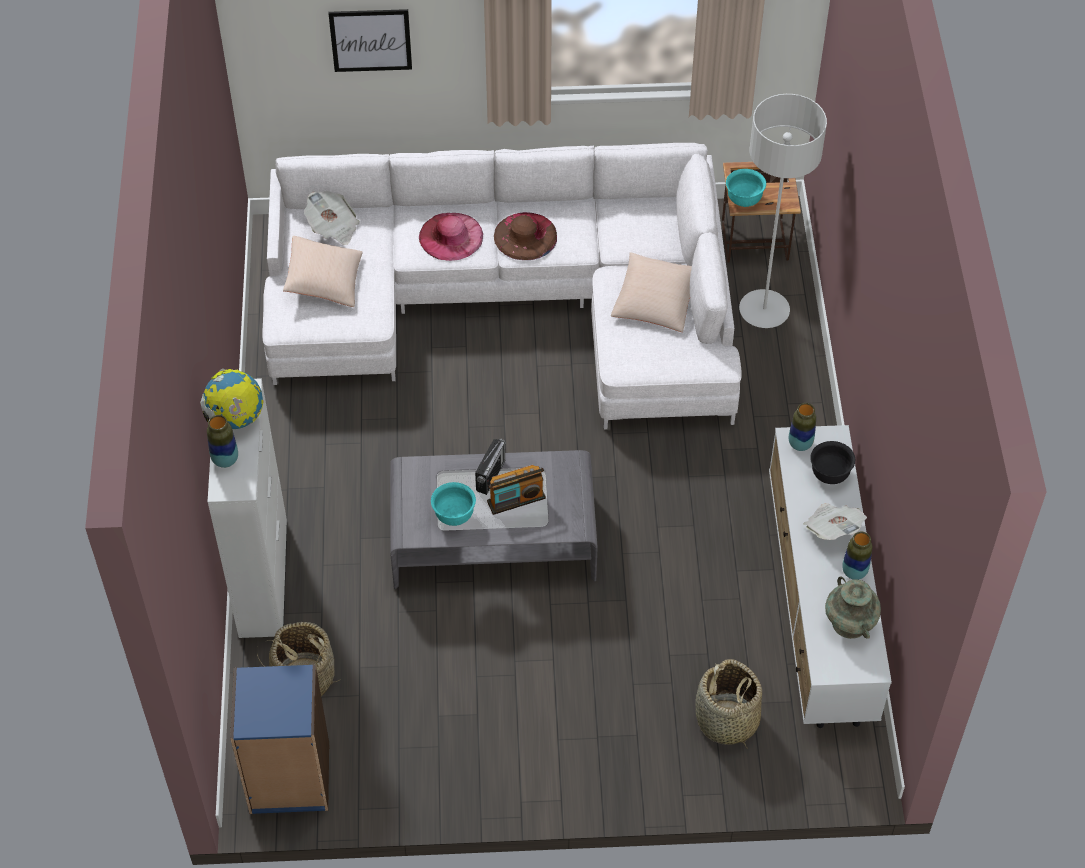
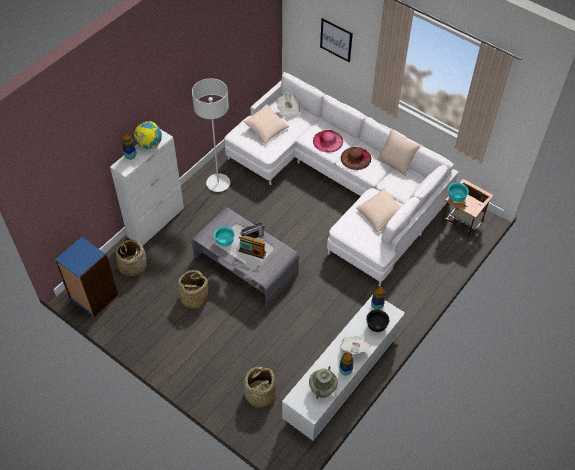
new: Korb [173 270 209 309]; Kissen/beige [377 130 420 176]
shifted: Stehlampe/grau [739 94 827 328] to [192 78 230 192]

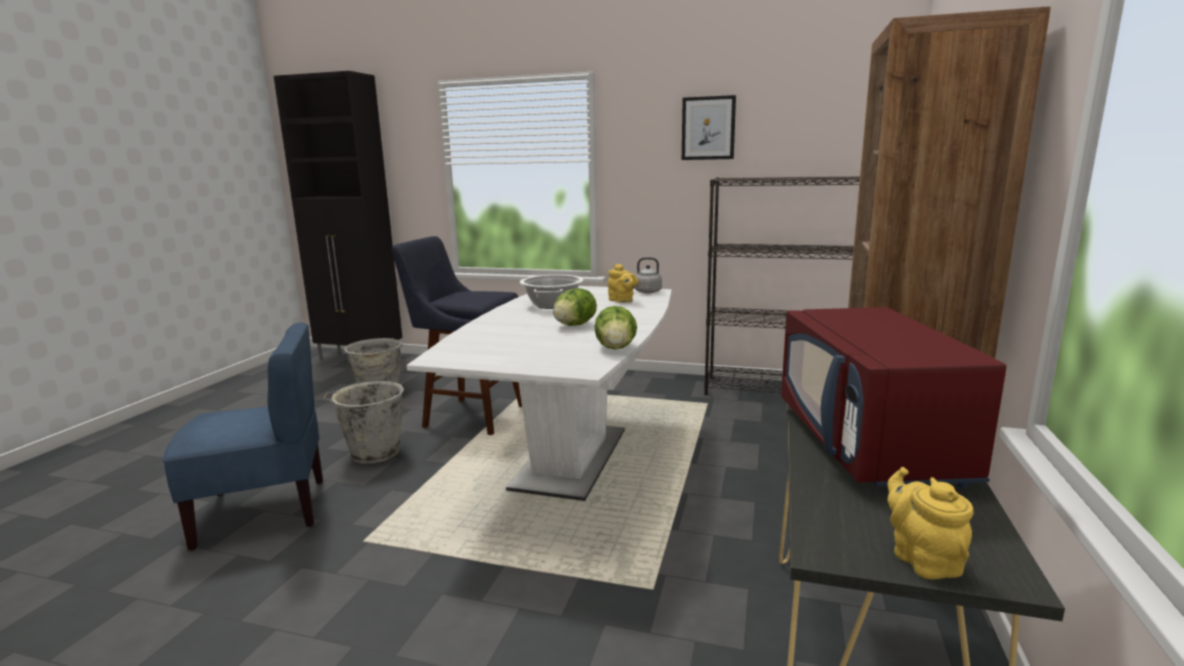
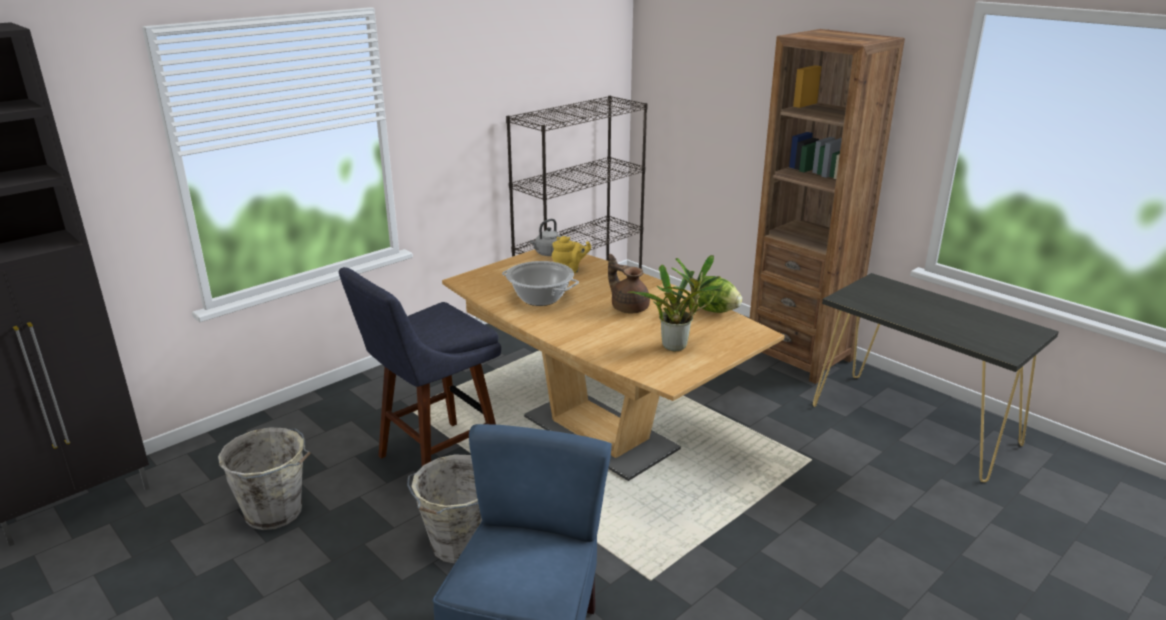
gone: Bild [682 95 736 160]; Mikrowelle/rot [781 307 1006 490]; Teekanne/gelb [888 467 974 580]
new: Topfpflanze [627 255 722 351]
swapped: Salatkopf [553 288 597 326] to Teekanne/braun [608 254 650 313]
repainted: Esstisch/weiß [407 286 672 501] to Esstisch/braun [442 249 785 481]

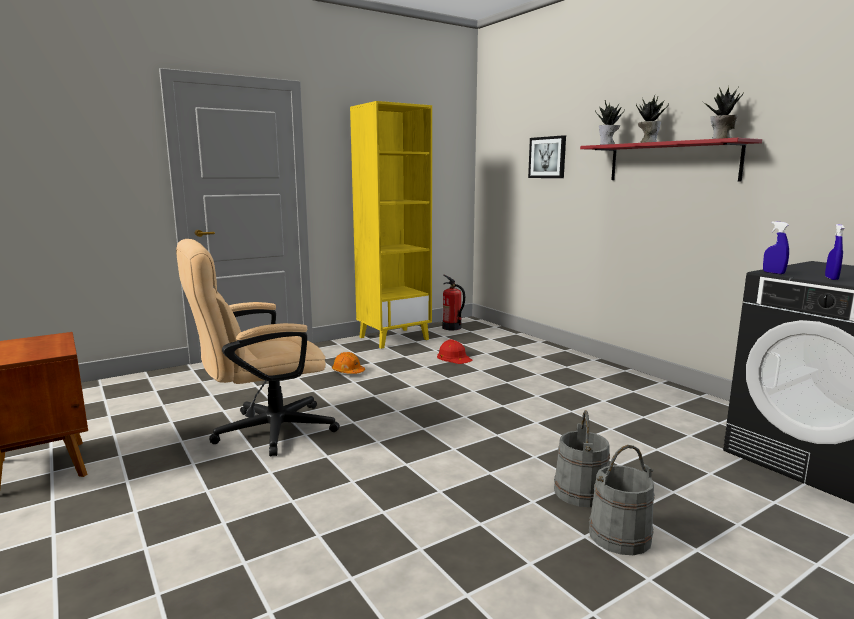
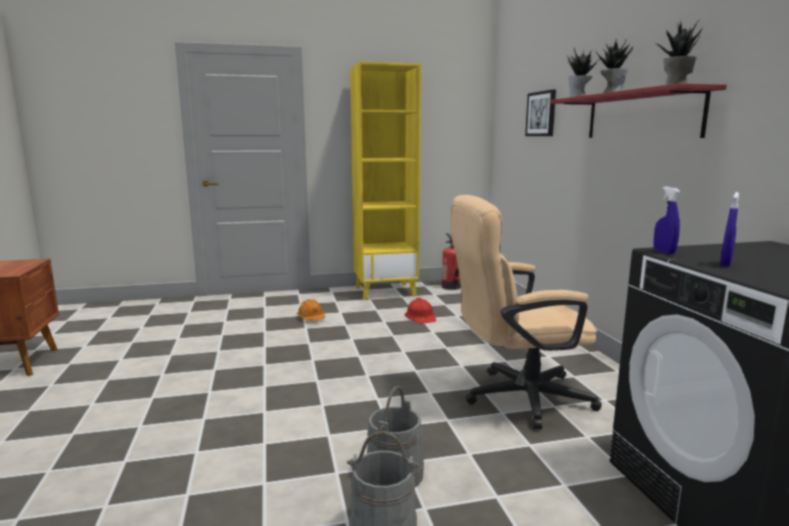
shifted: Bürostuhl/beige [176 239 340 457] to [451 195 602 429]

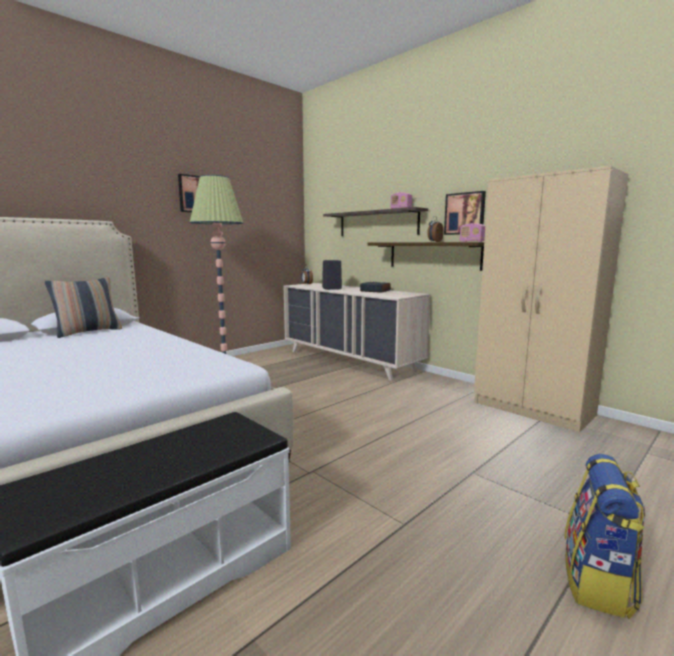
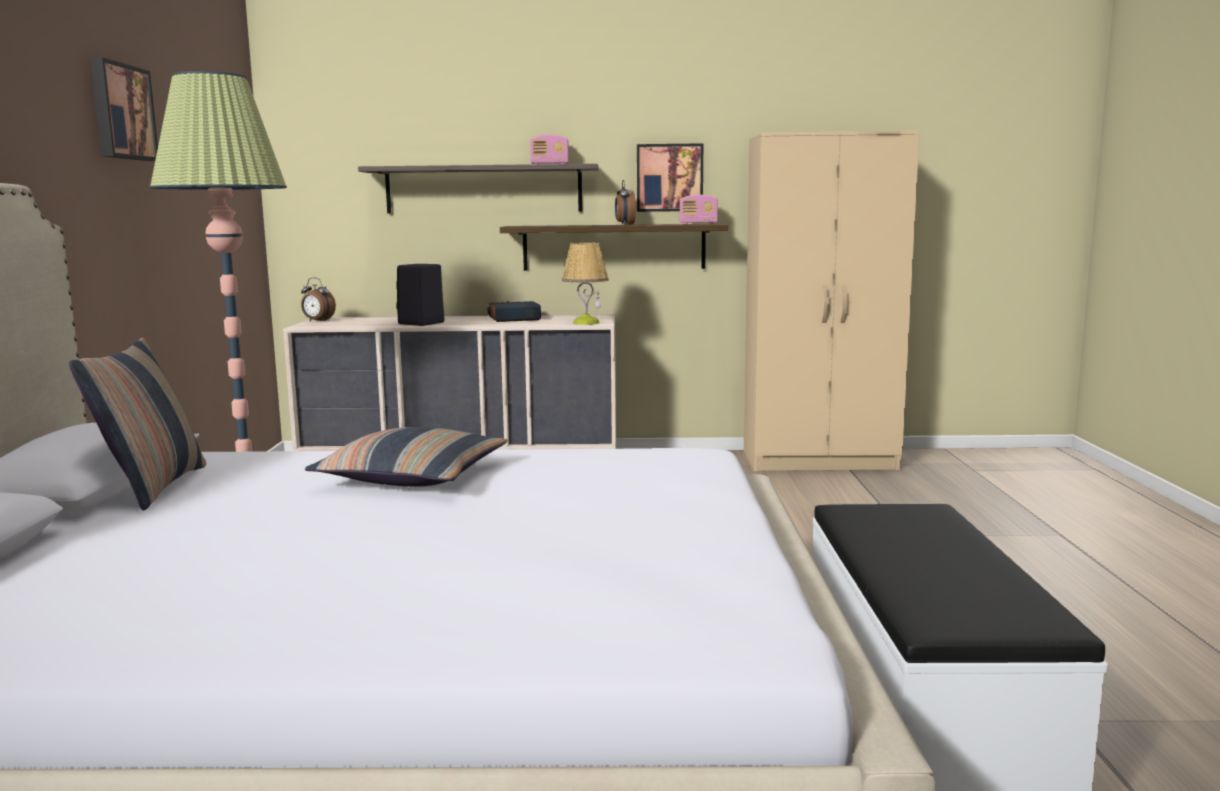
gone: Rucksack [564 454 645 619]
new: Kissen [305 427 508 487]; Tischlampe [562 243 609 325]

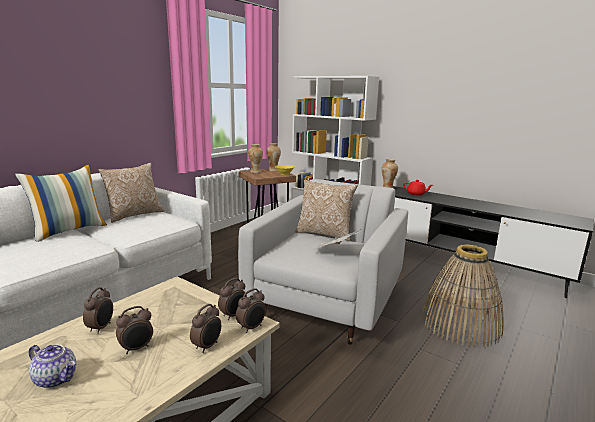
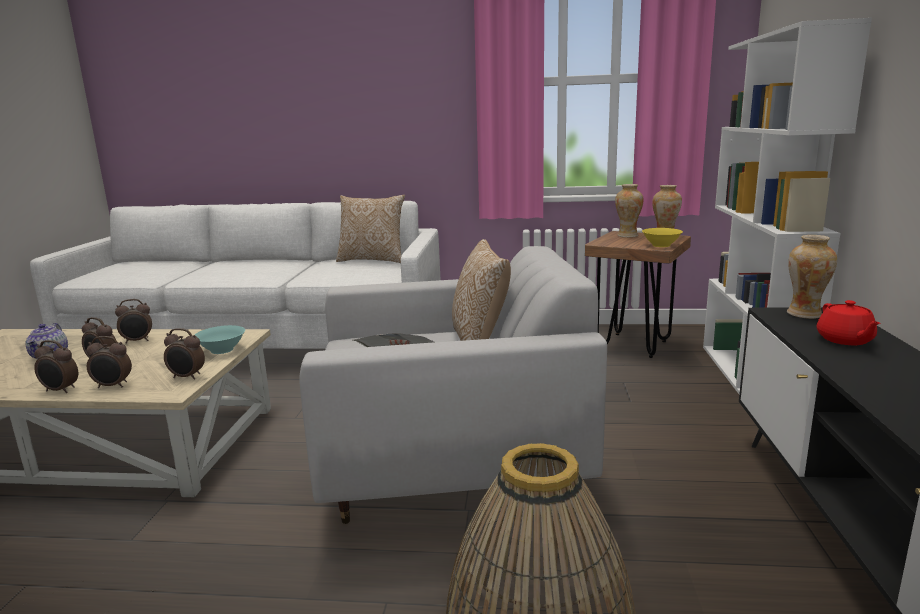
gone: Kissen [15 164 107 242]
new: Schüssel/türkis [195 325 245 354]
shifted: Wecker [236 288 266 333] to [34 340 78 393]

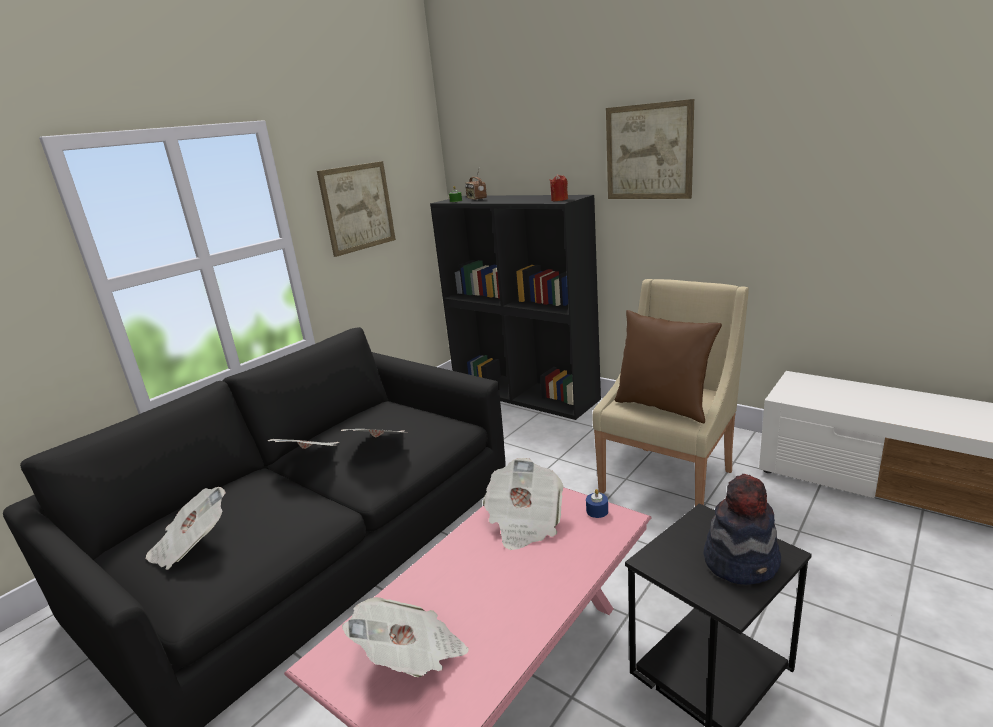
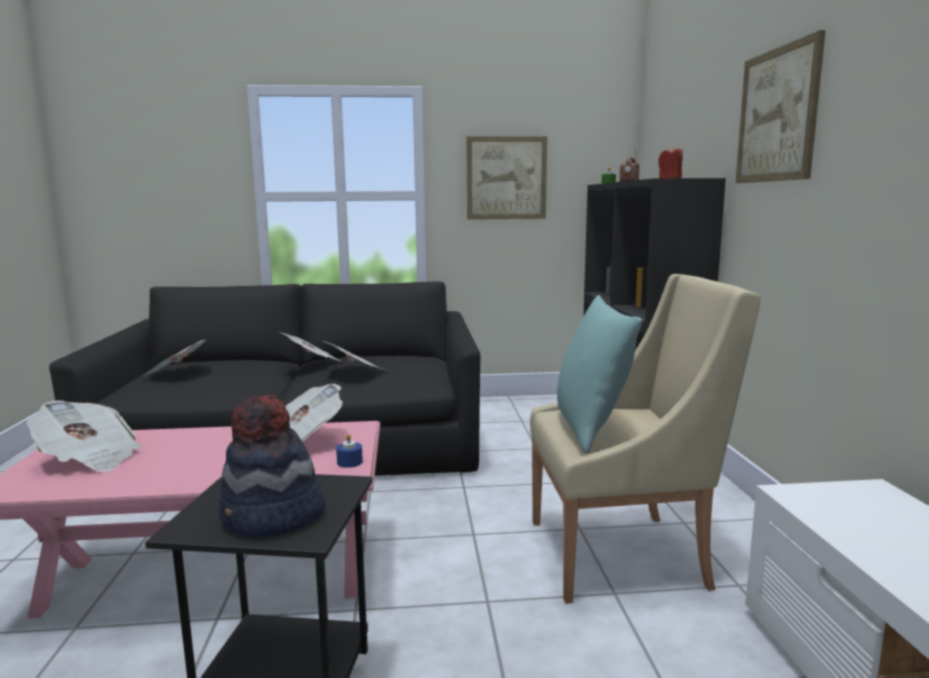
repainted: Kissen/braun [614 310 722 423] to Kissen/türkis [557 295 642 454]

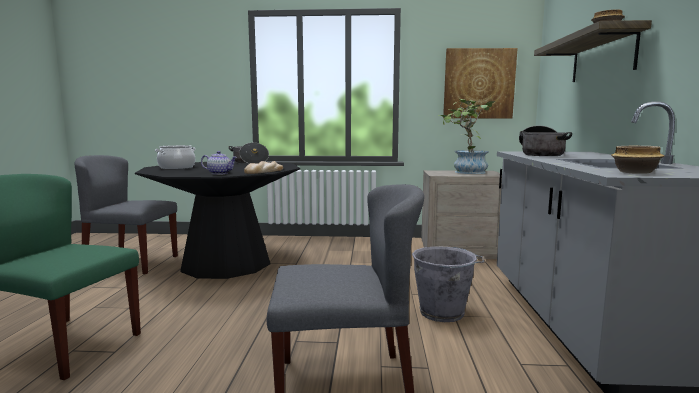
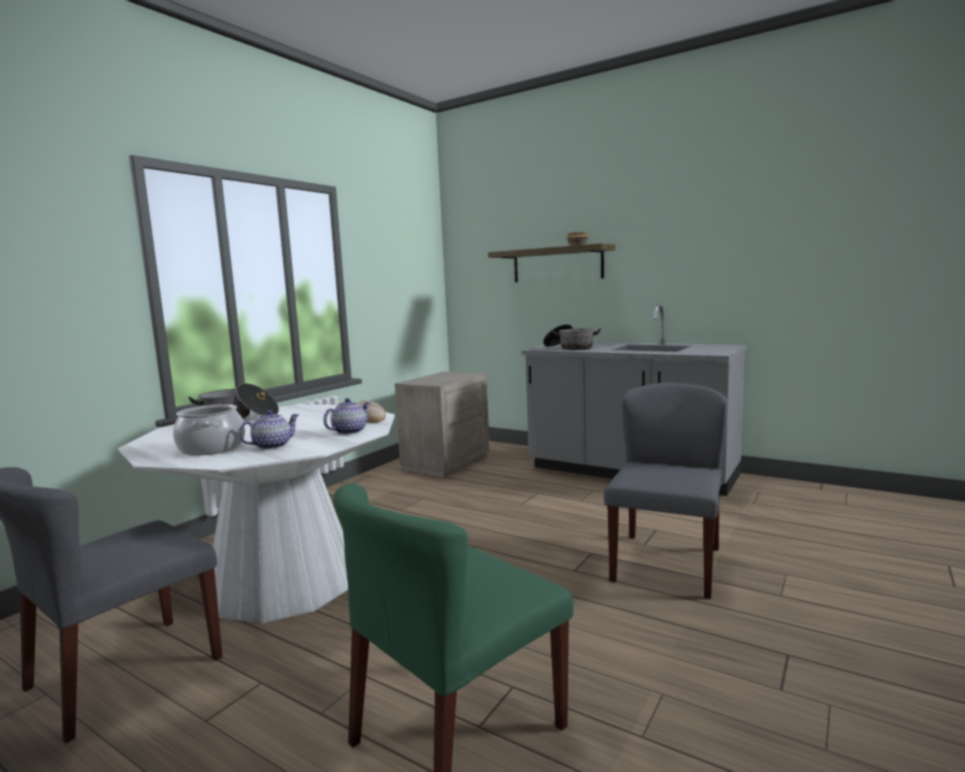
gone: Eimer/grau [412 246 485 322]; Topfpflanze [440 99 495 174]; Bild [443 48 518 119]; Schüssel [611 146 664 174]
new: Teekanne [239 410 299 450]
repainted: Esstisch/schwarz [135 161 300 279] to Esstisch/weiß [118 404 395 623]

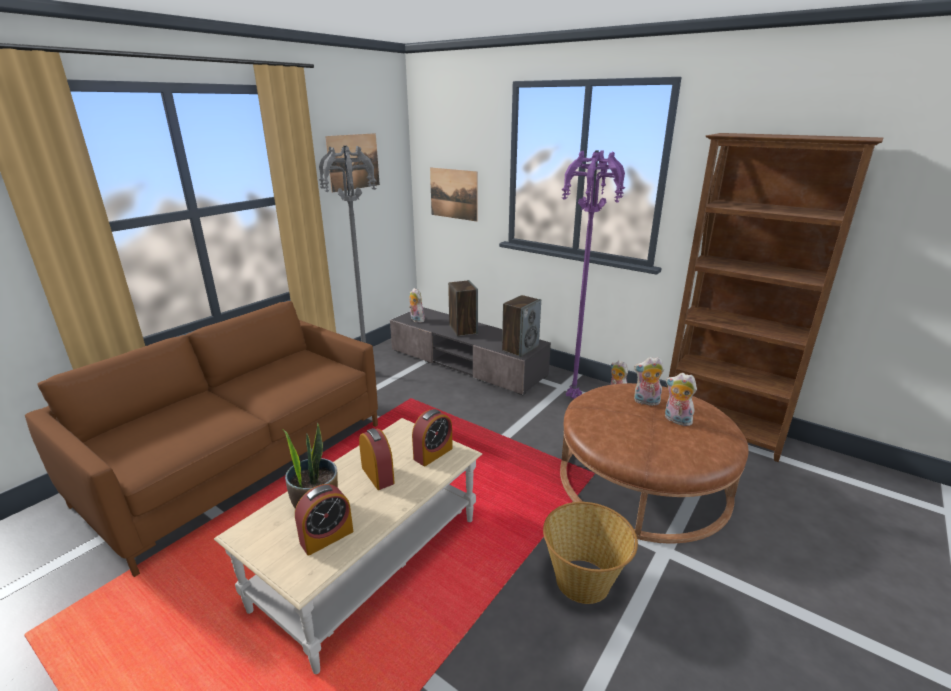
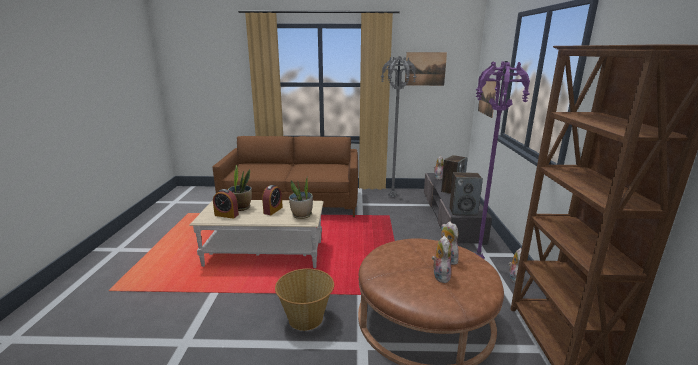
swapped: Wecker [412 409 453 466] to Topfpflanze [289 177 313 219]

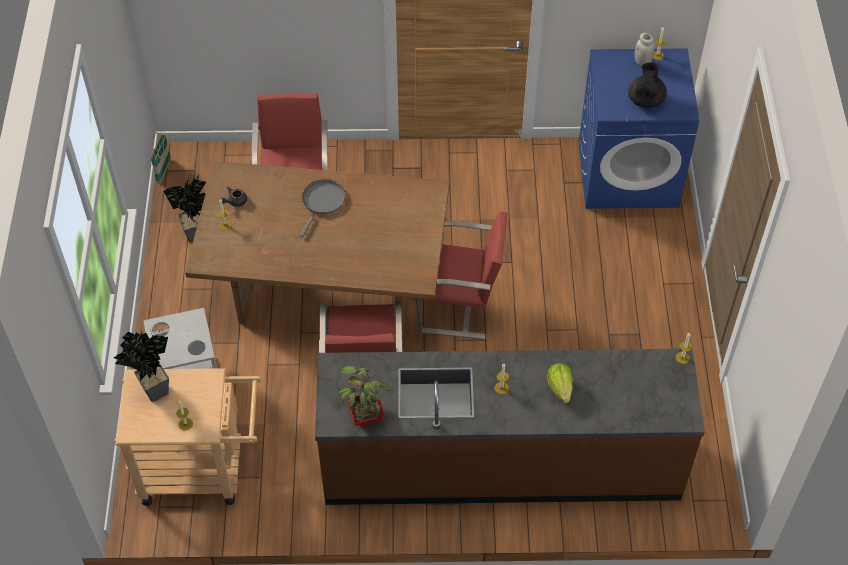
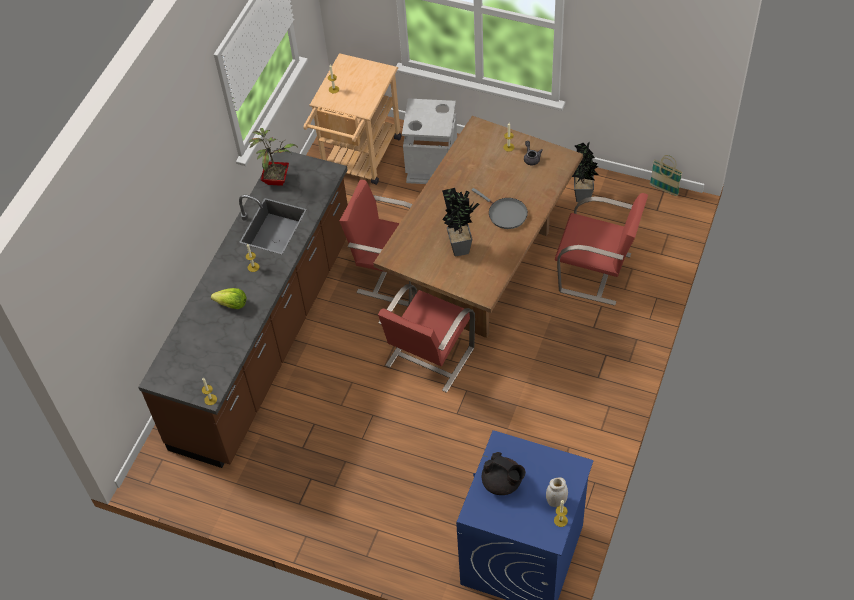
shifted: Topfpflanze [114 329 169 402] to [442 188 480 257]

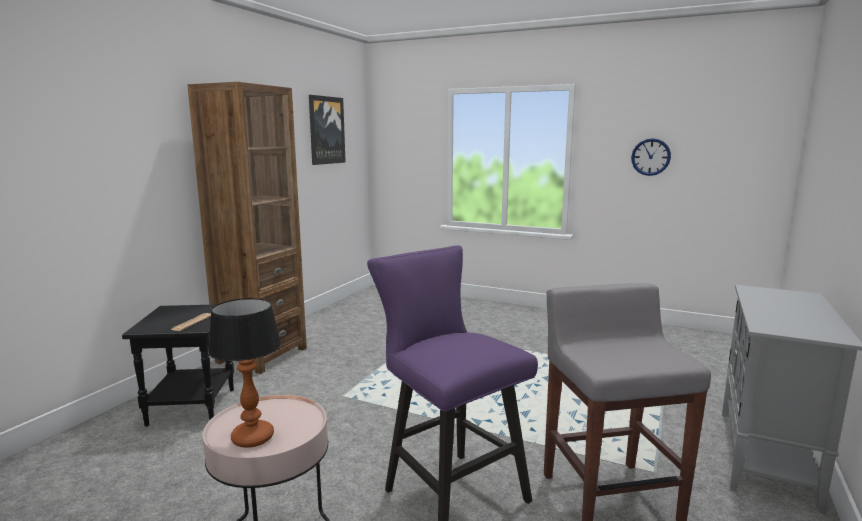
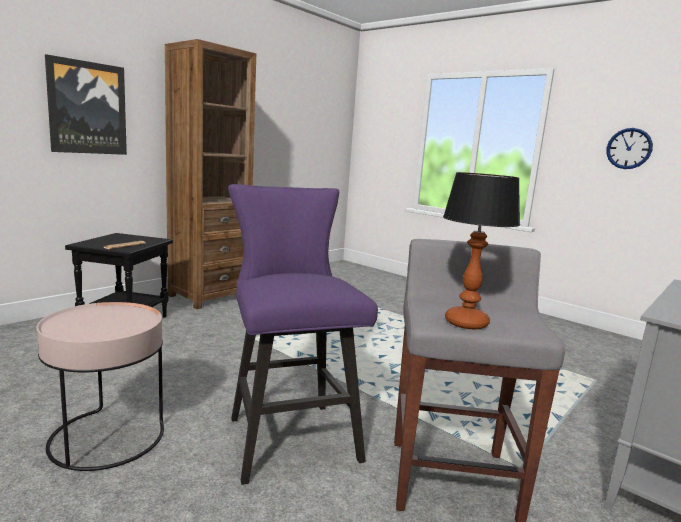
shifted: Tischlampe [207 298 281 448] to [443 172 520 330]; Bild [309 95 346 165] to [45 54 127 155]

